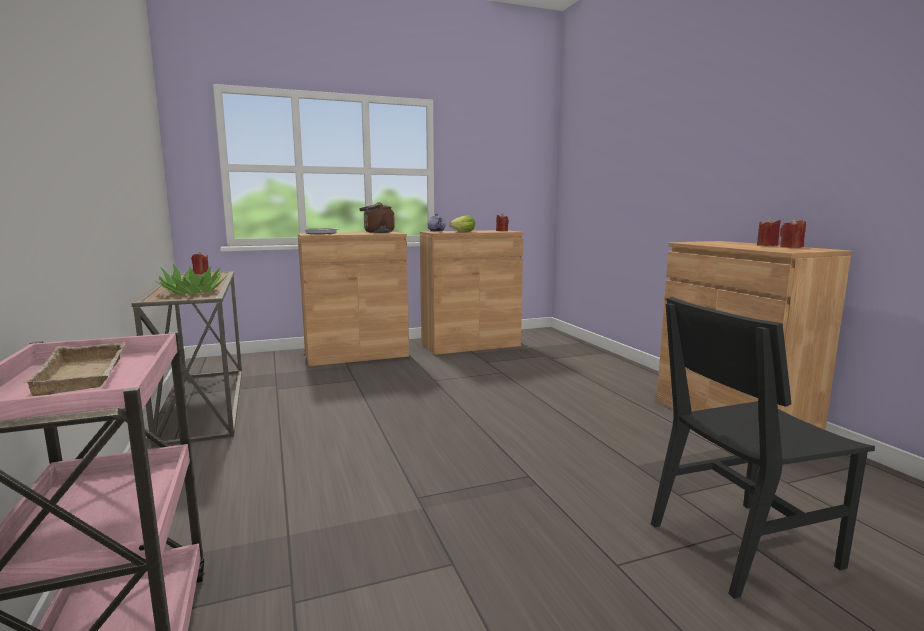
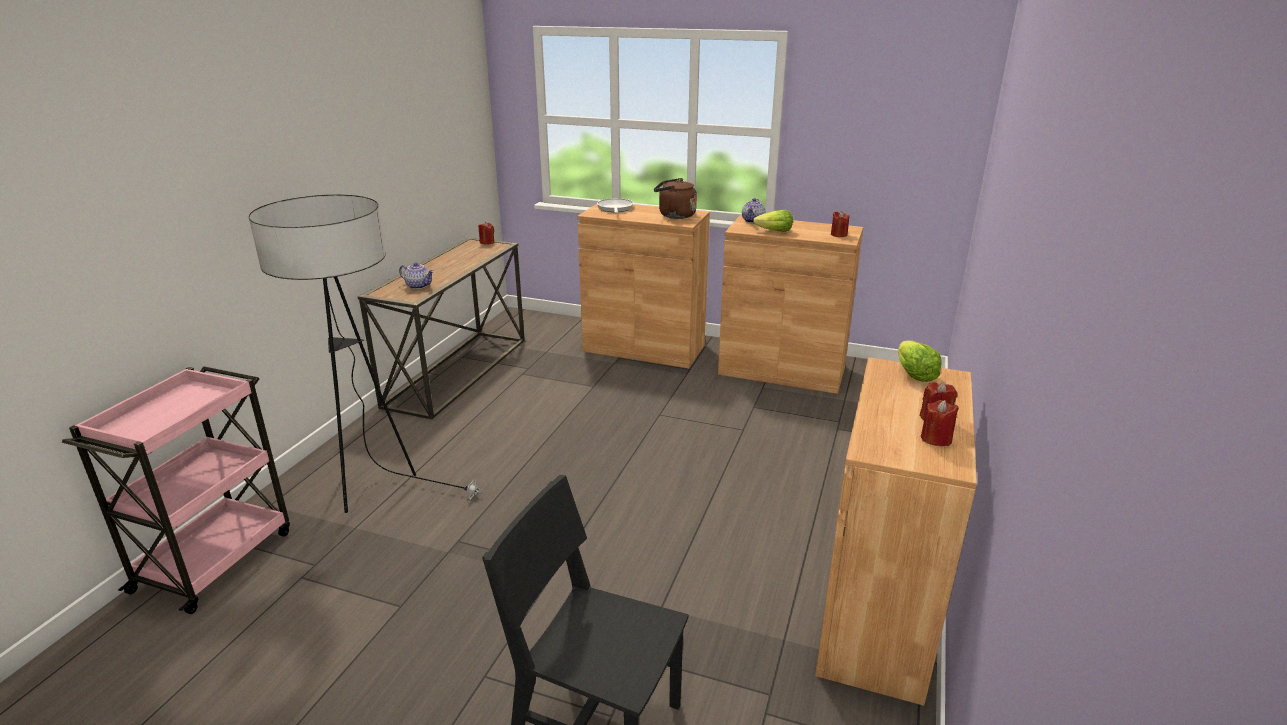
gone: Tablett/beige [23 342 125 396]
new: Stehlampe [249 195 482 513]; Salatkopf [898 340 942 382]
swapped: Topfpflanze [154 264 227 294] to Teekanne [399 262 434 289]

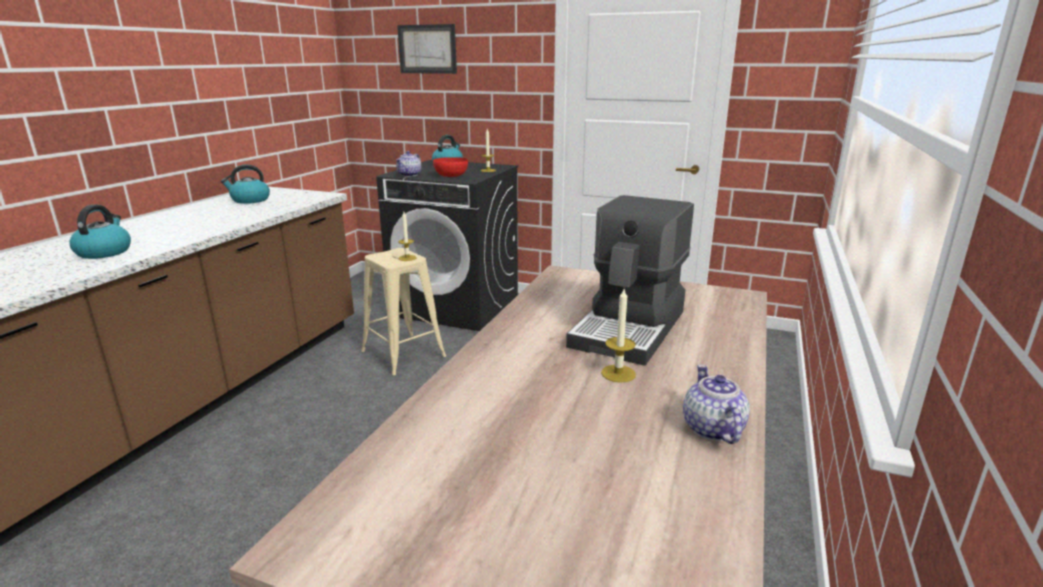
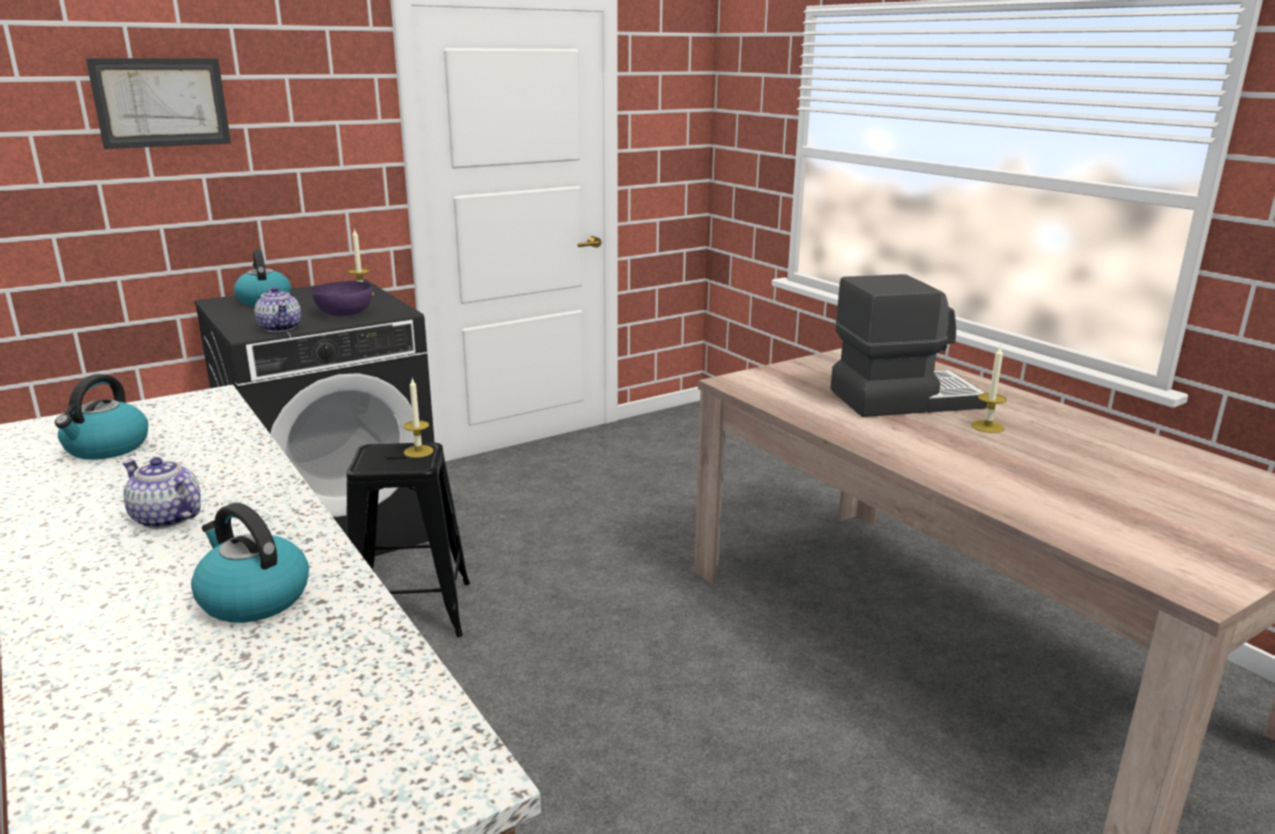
shifted: Teekanne [683 365 750 444] to [122 457 201 529]
repainted: Hocker/beige [361 248 446 375] to Hocker/schwarz [346 442 470 637]; Schüssel/rot [433 157 468 177] to Schüssel/lila [312 281 372 316]
rotated: Kaffeemaschine [566 195 694 366] = [830 274 987 417] 75 degrees counterclockwise

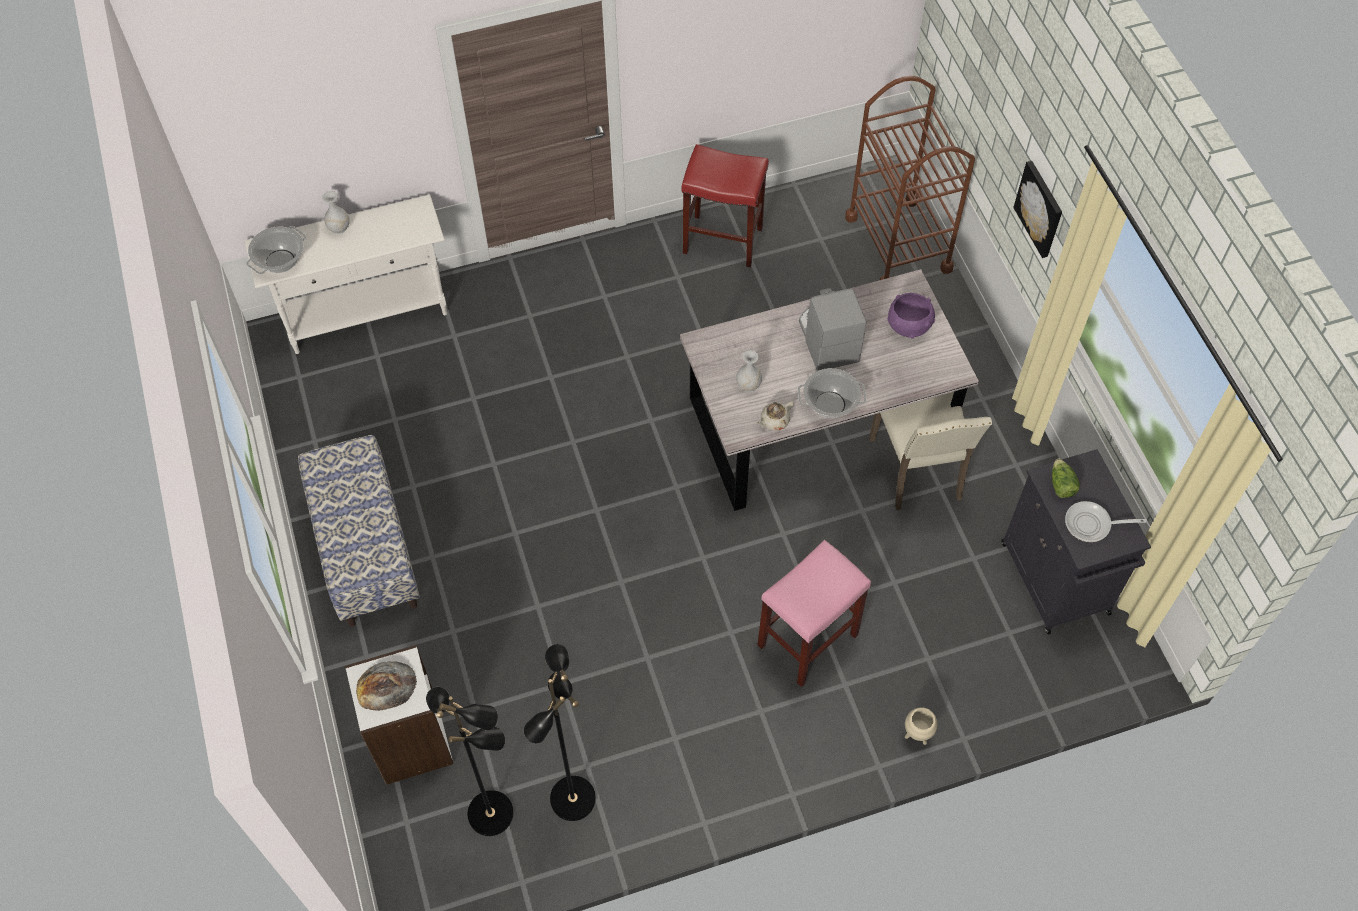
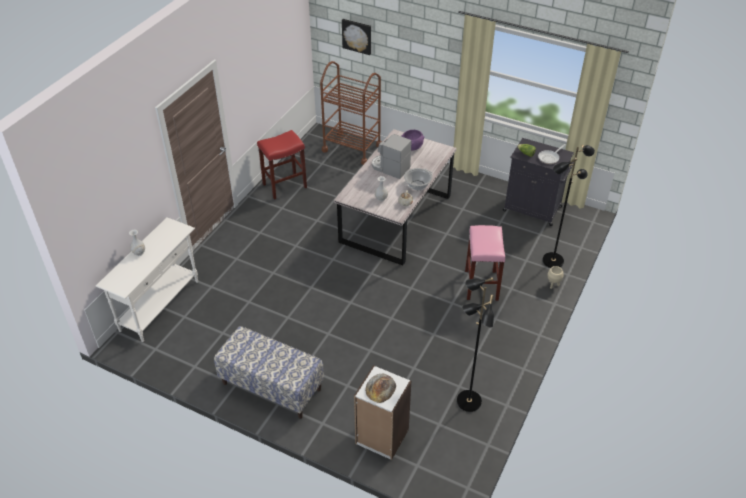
gone: Kochtopf [246 226 306 274]; Stuhl/beige [869 392 992 510]
shifted: Stehlampe/schwarz [426 687 514 836] to [542 145 595 268]; Bild [1013 161 1062 258] to [342 19 371 55]

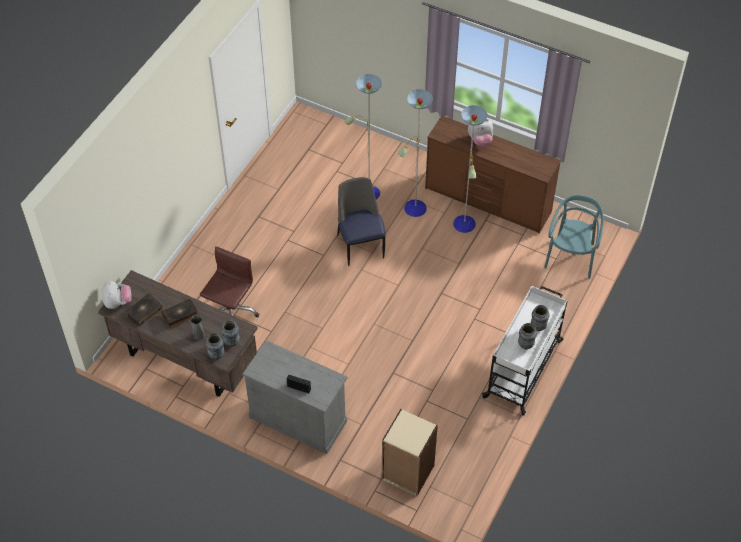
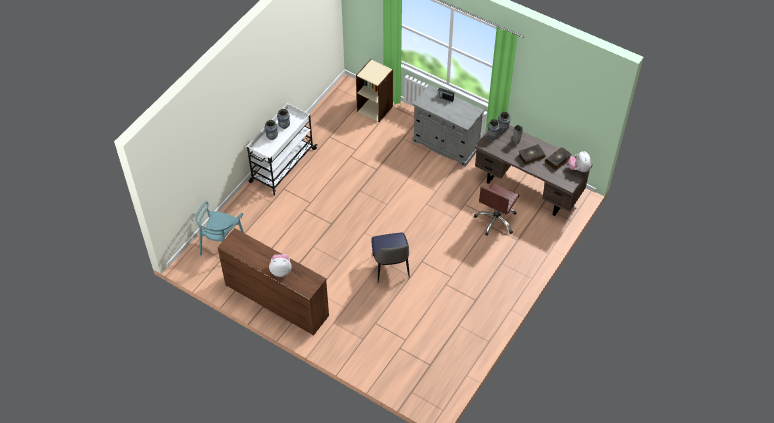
gone: Stehlampe [344 74 487 233]

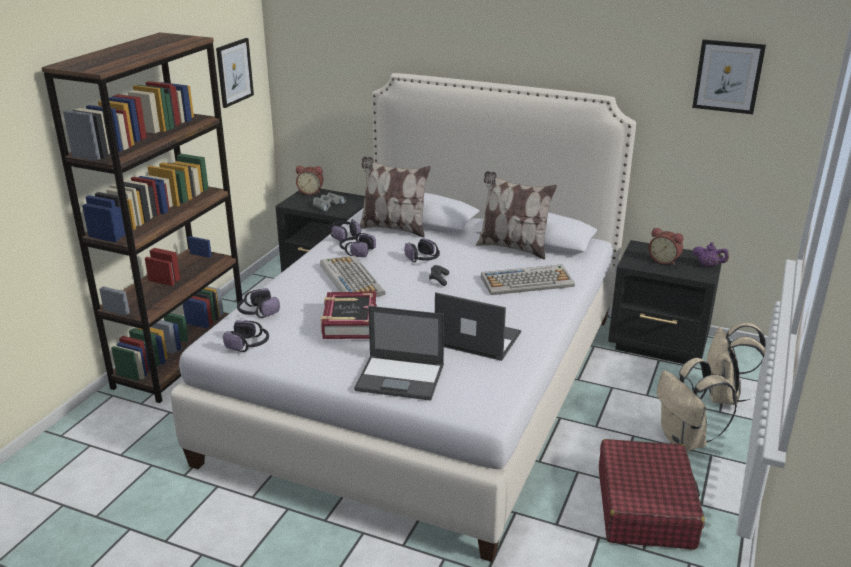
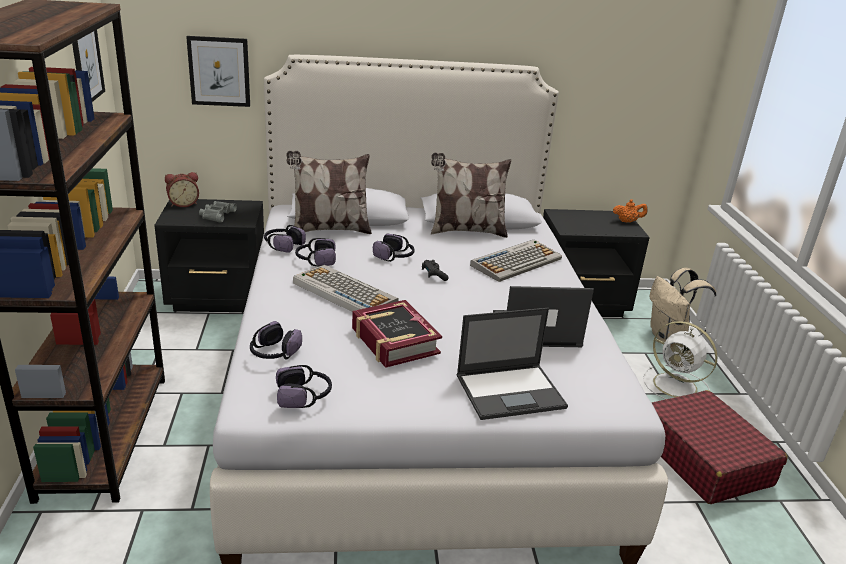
gone: Wecker [648 228 684 265]
shifted: Bild [692 39 766 114] to [186 36 250 107]
swapped: Rucksack/beige [657 358 737 451] to Ventilator/weiß [643 321 718 399]
repainted: Teekanne/lila [692 242 729 267] to Teekanne/orange [613 200 648 223]

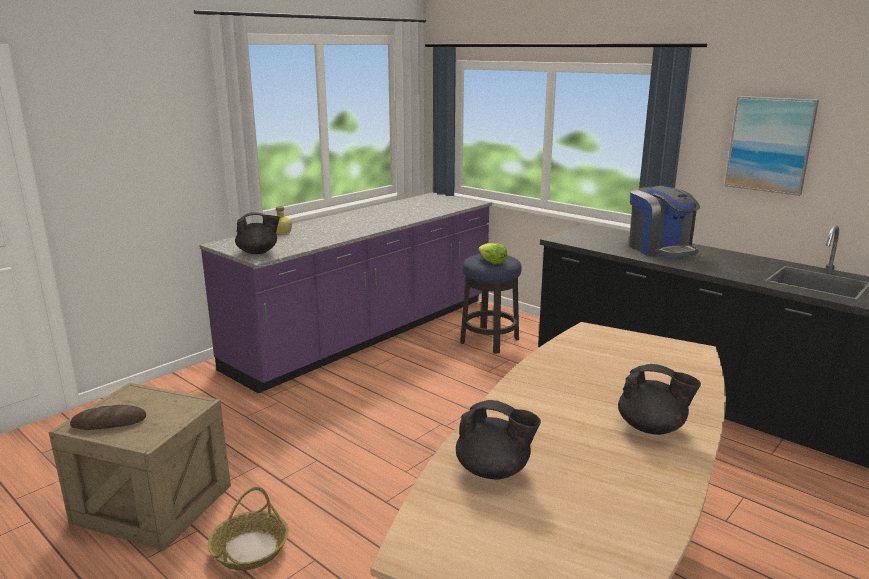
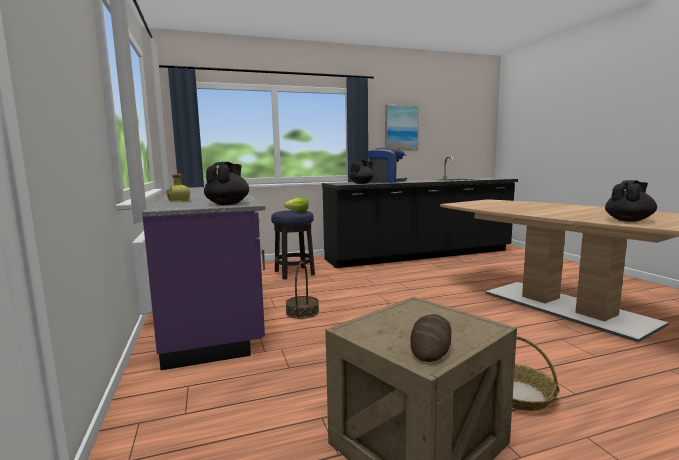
new: Korb [285 262 319 319]
shifted: Teekanne/schwarz [618 364 701 435] to [350 160 374 184]

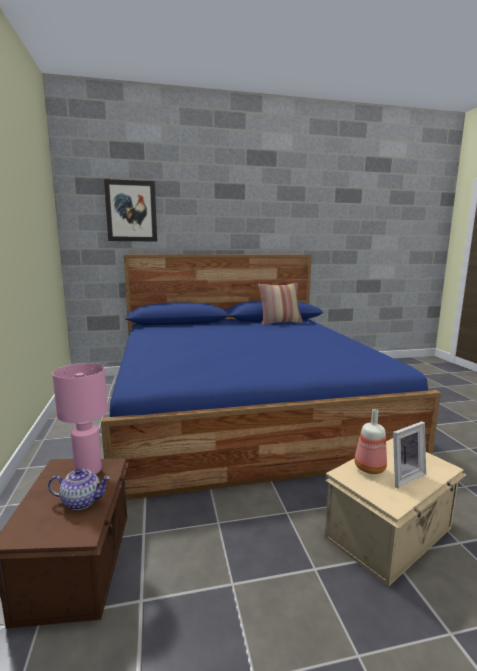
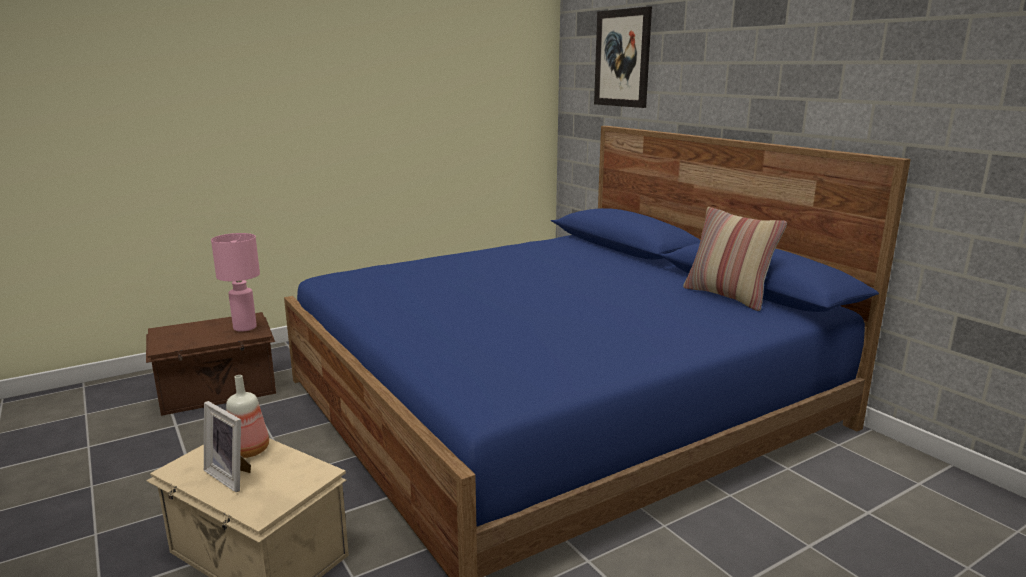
gone: Teekanne [48 468 111 510]

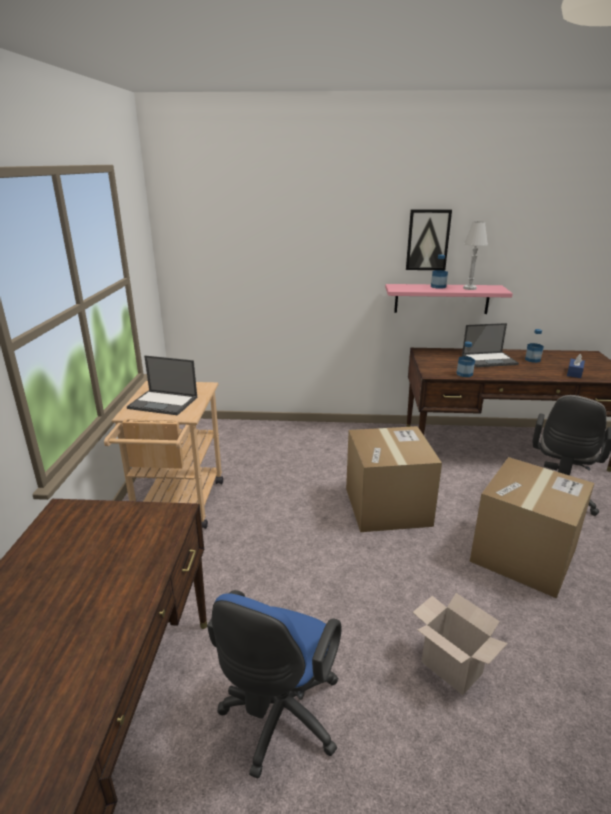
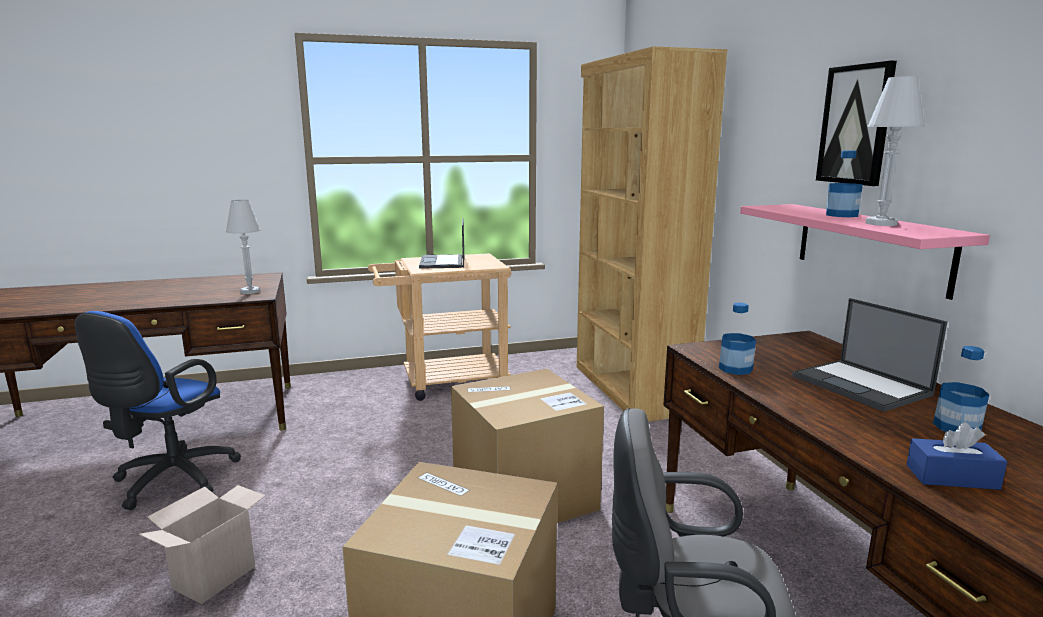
new: Tischlampe/weiß [226 200 261 294]; Bücherregal/braun [577 46 727 422]
rotated: Bürostuhl/blau [207 590 341 778] = [75 311 241 510] 75 degrees counterclockwise

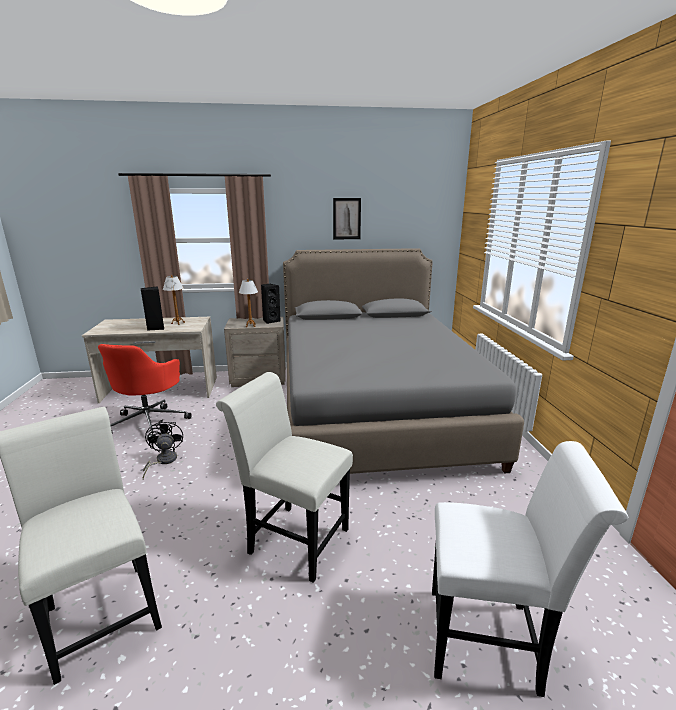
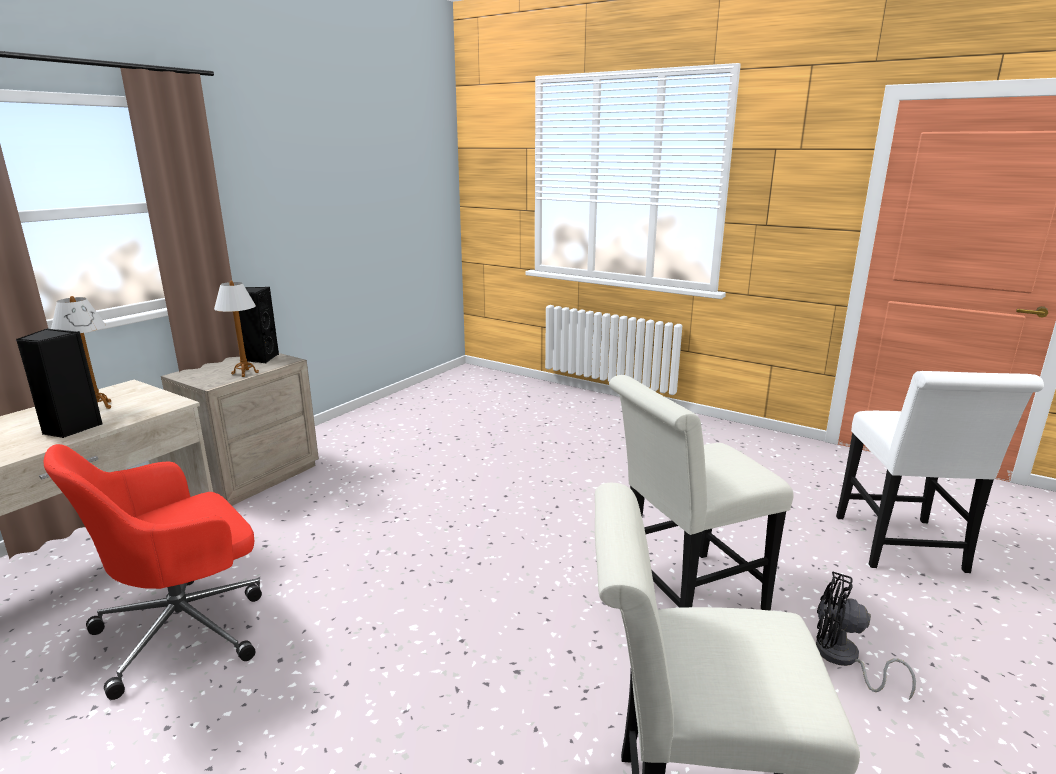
gone: Bett/grau [283 248 524 474]; Bild [333 198 361 239]
shifted: Ventilator/schwarz [143 419 183 479] to [816 571 916 700]
rotated: Bürostuhl/rot [98 344 192 440] = [44 444 262 700] 90 degrees clockwise; Stuhl/weiß [432 441 628 697] = [836 371 1044 573] 135 degrees clockwise

